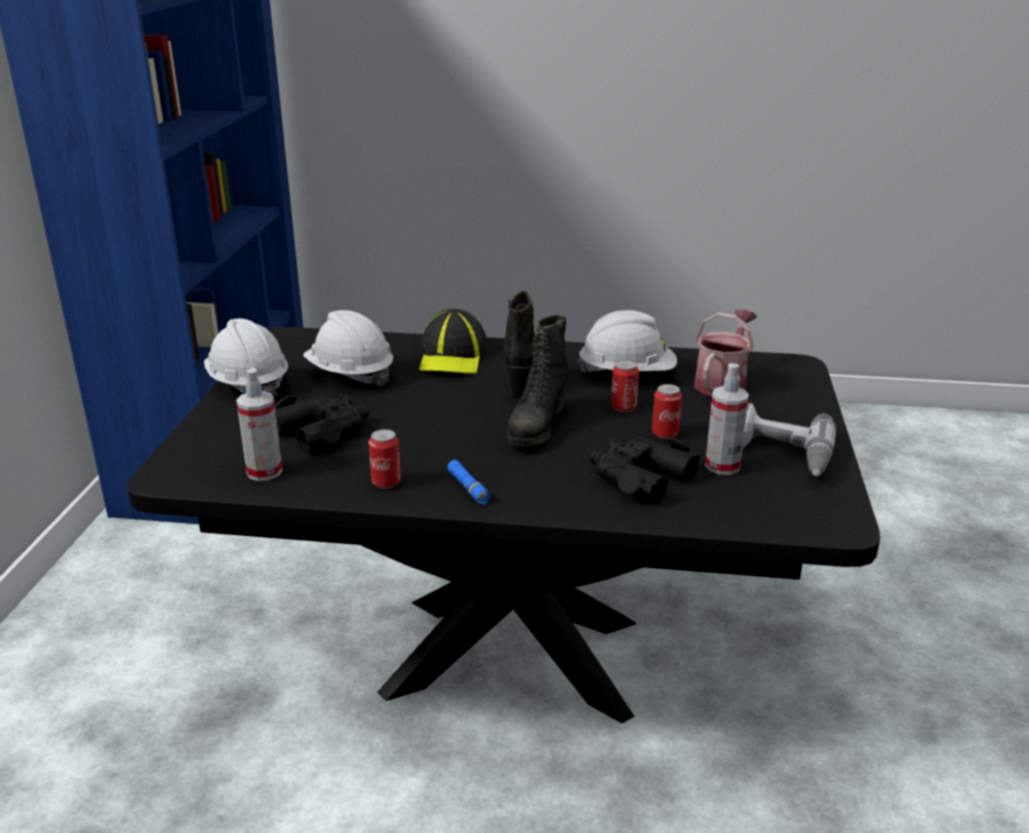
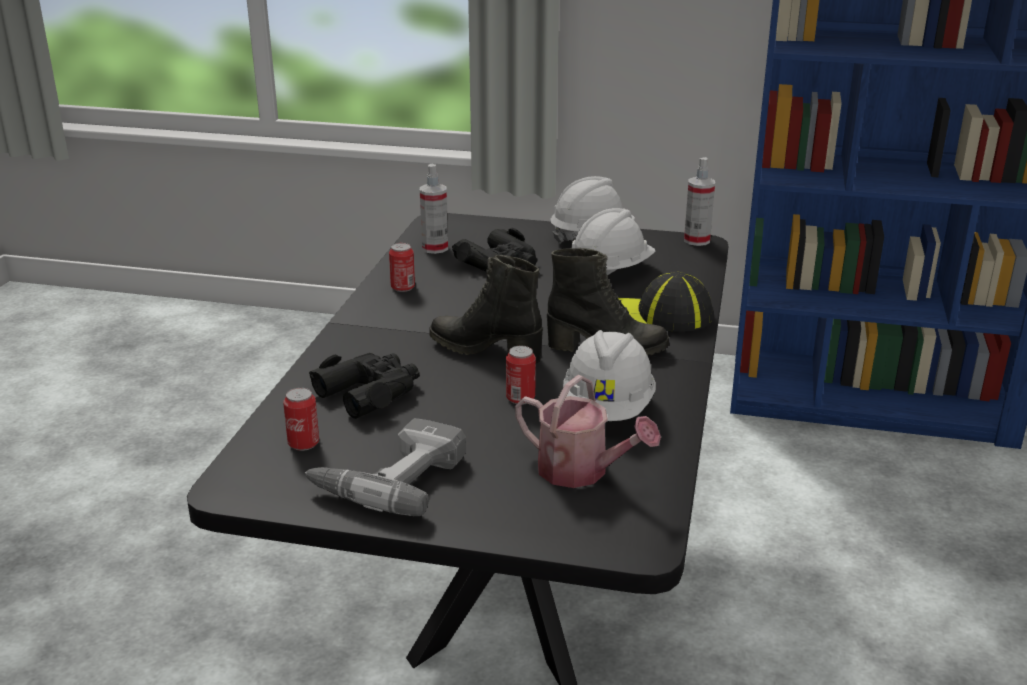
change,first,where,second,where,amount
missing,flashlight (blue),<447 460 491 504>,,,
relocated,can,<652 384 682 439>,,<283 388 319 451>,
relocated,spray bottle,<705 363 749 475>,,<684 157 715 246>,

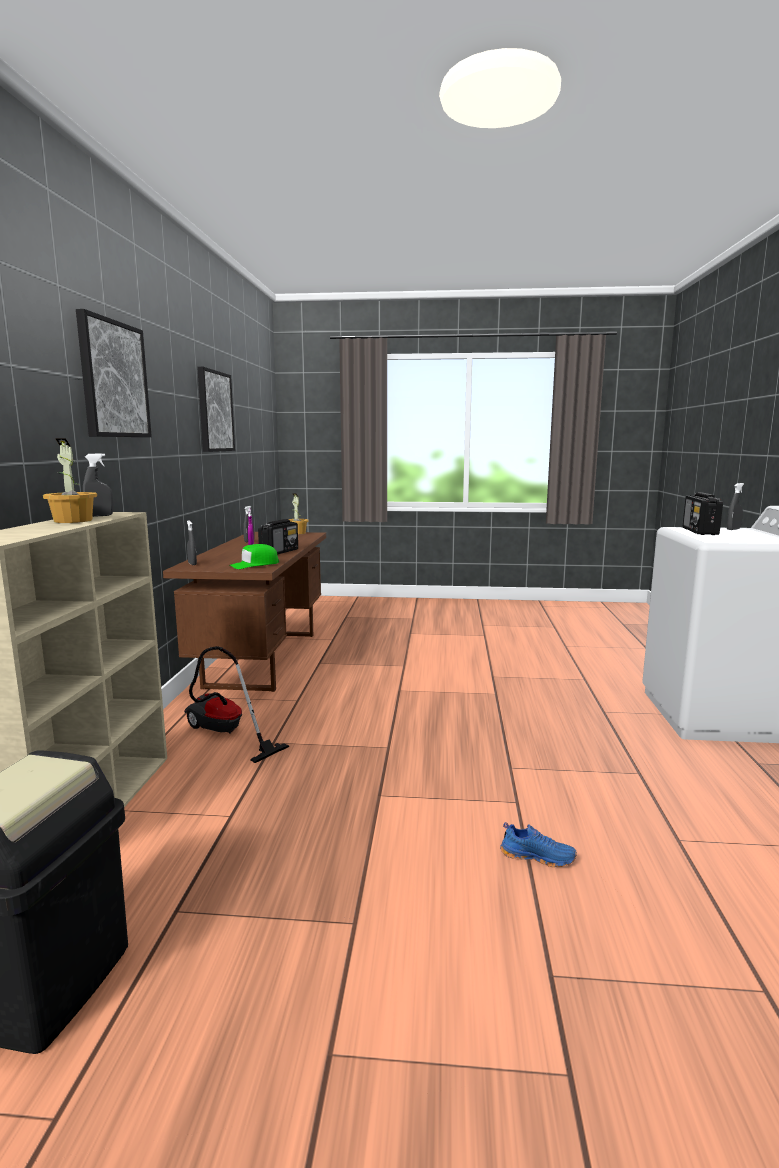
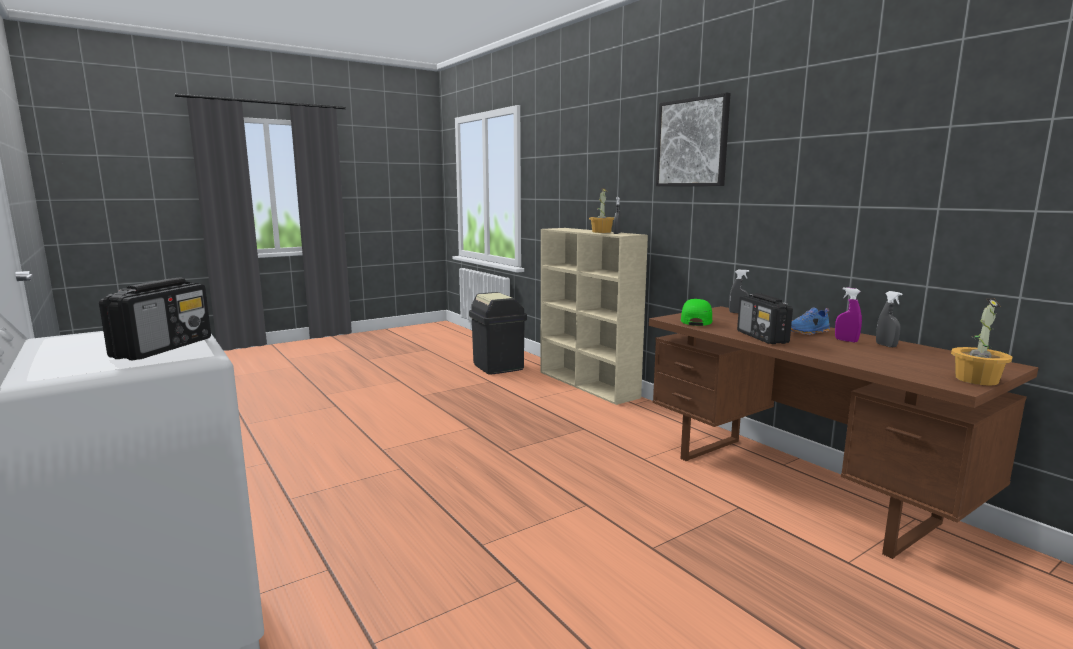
change,first,where,second,where,amount
missing,vacuum cleaner,<184 646 290 763>,,,
missing,picture,<197 367 235 452>,,,
relocated,shoe (blue),<500 822 577 867>,,<791 308 830 335>,
spun,radio,<683 492 723 535>,,<99 277 211 360>,45 degrees clockwise
missing,spray bottle (grey),<727 483 744 530>,,,

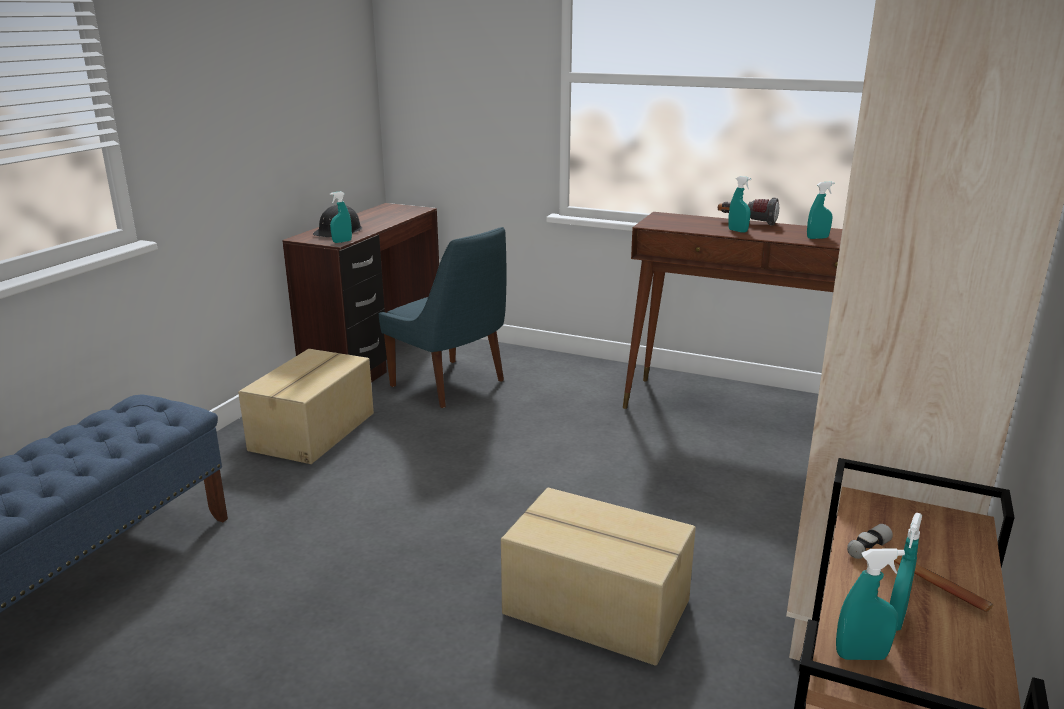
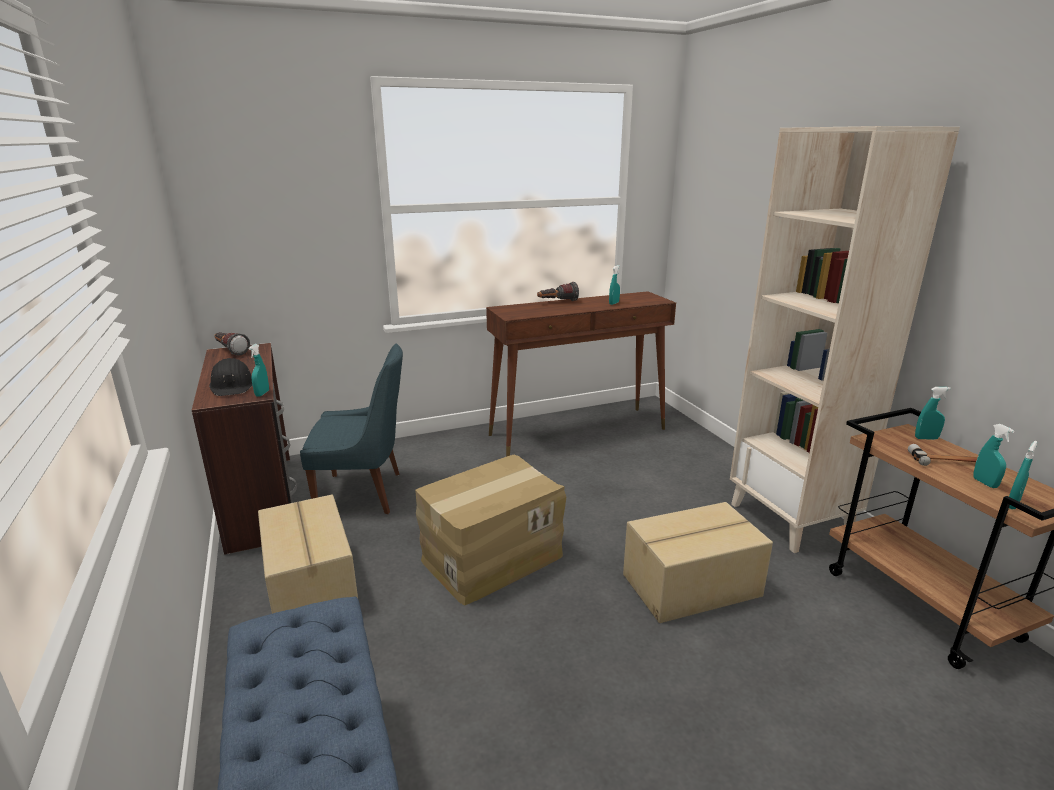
change,first,where,second,where,amount
relocated,spray bottle (turquoise),<728 176 751 233>,,<915 387 951 440>,
appeared,,,flashlight,<214 332 250 355>,
appeared,,,cardboard box,<415 455 566 605>,

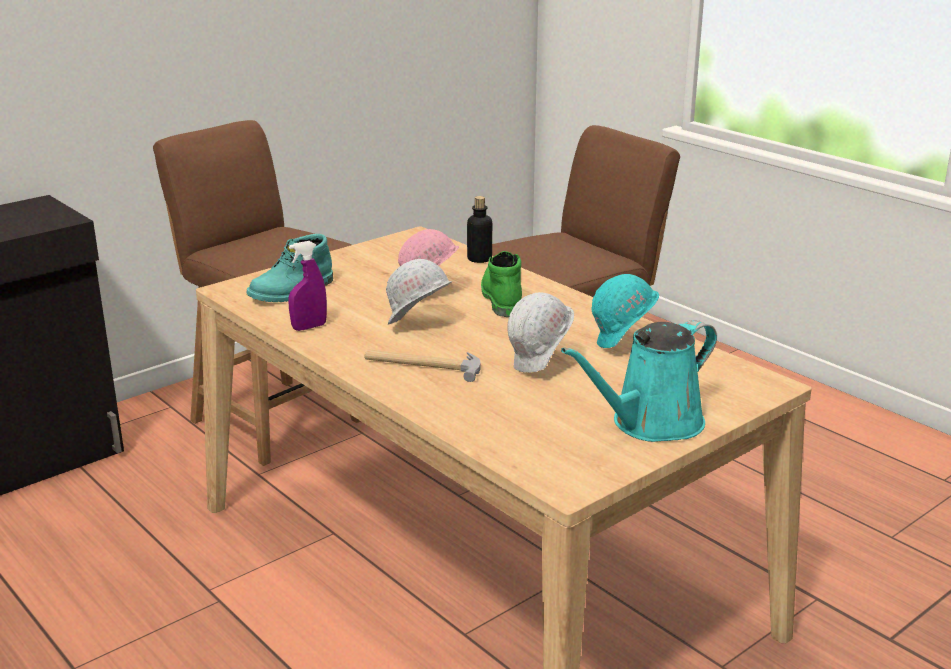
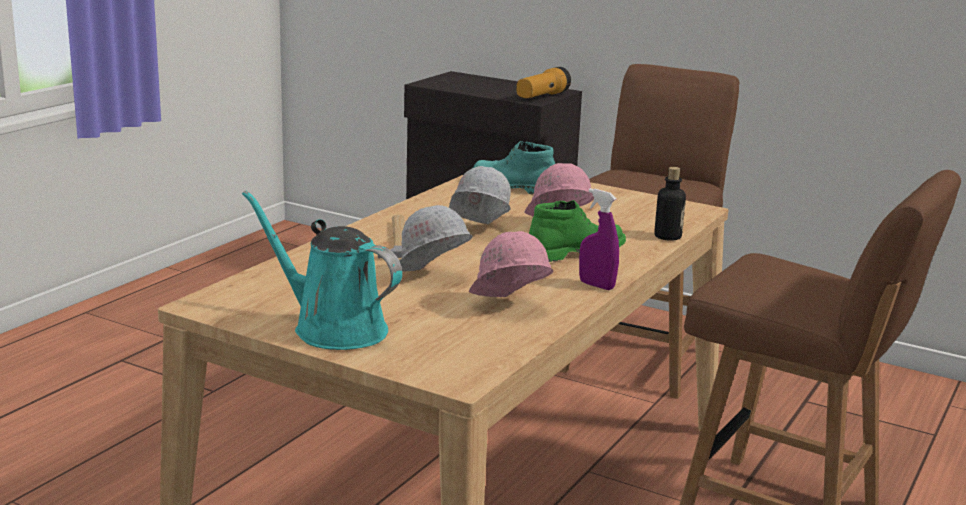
change,first,where,second,where,amount
relocated,spray bottle (purple),<288 241 327 331>,,<579 188 619 290>,
colour,hard hat (turquoise),<591 274 659 348>,hard hat (pink),<435 231 553 300>,
appeared,,,flashlight,<516 67 571 98>,

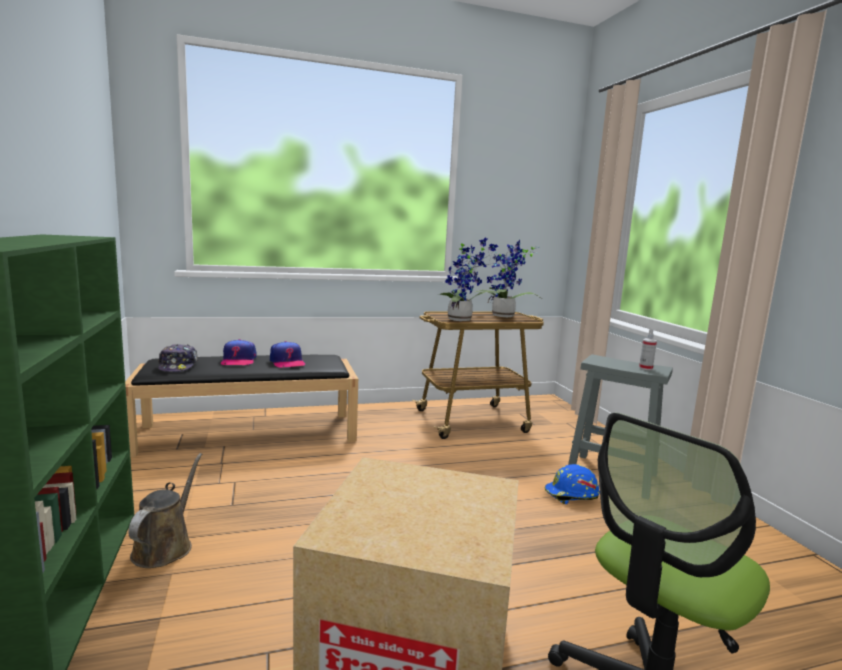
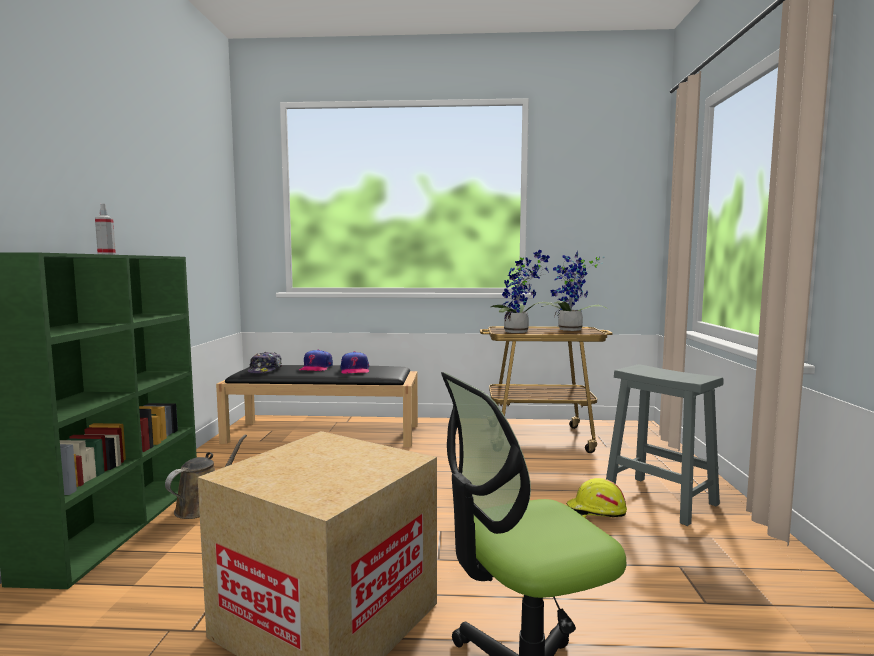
change,first,where,second,where,amount
colour,hard hat (blue),<545 464 600 504>,hard hat (yellow),<566 478 627 518>,
relocated,spray bottle,<639 329 657 370>,,<95 204 116 255>,

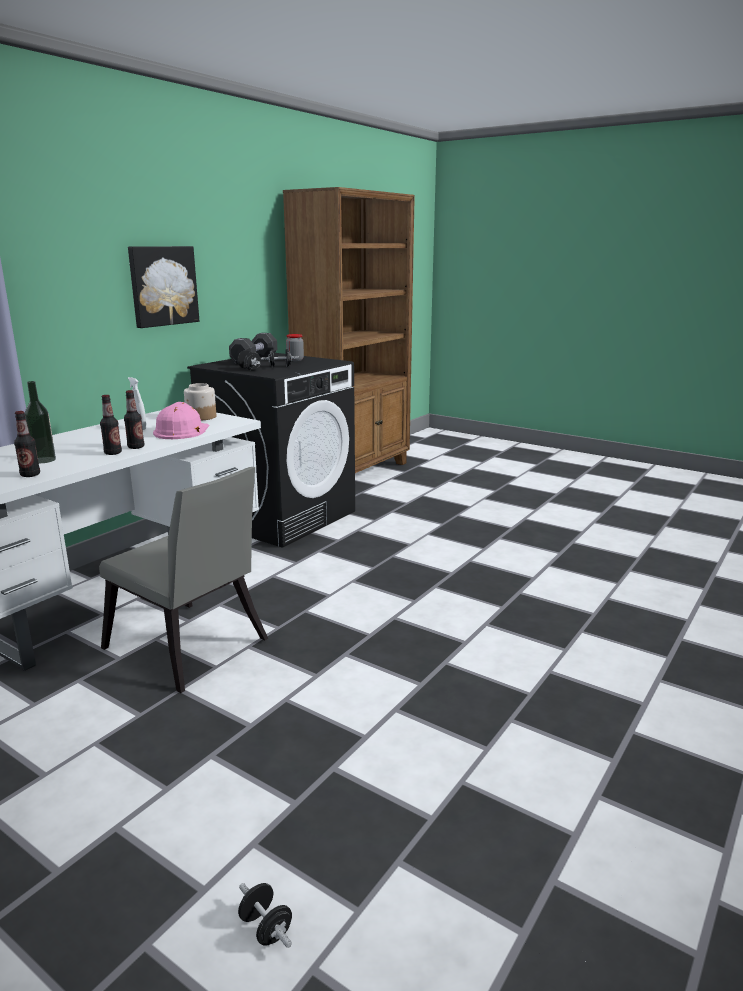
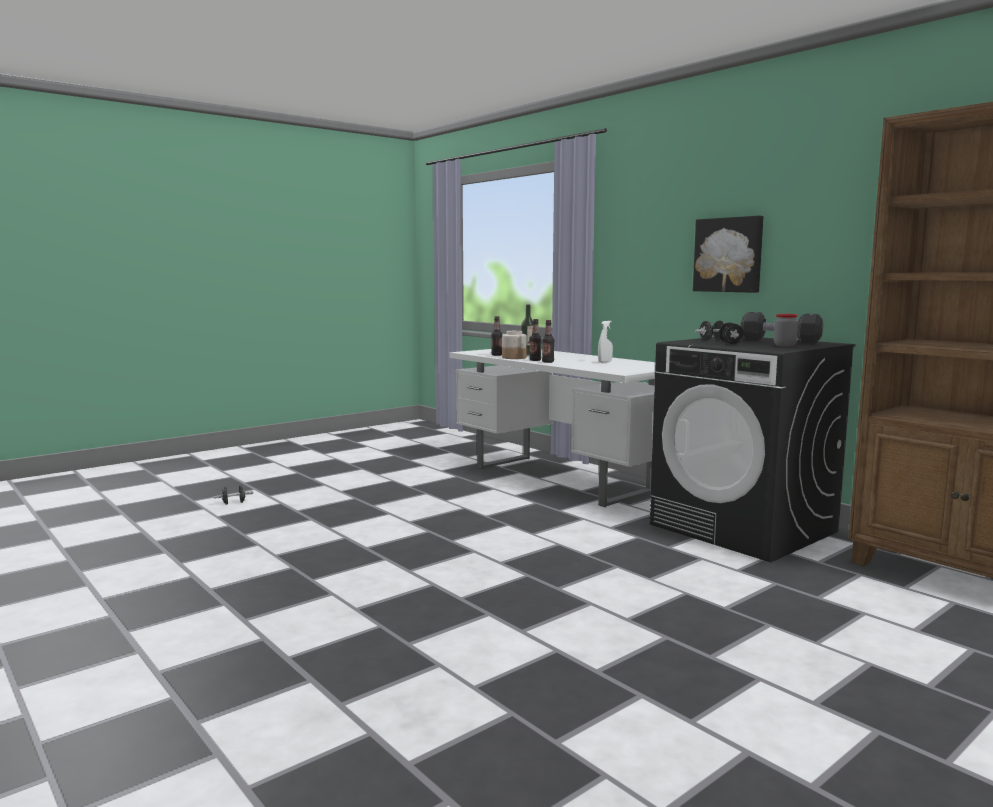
change,first,where,second,where,amount
missing,chair (grey),<99 467 268 693>,,,
missing,hard hat (pink),<153 402 210 439>,,,
relocated,jar,<184 383 216 421>,,<502 331 527 359>,

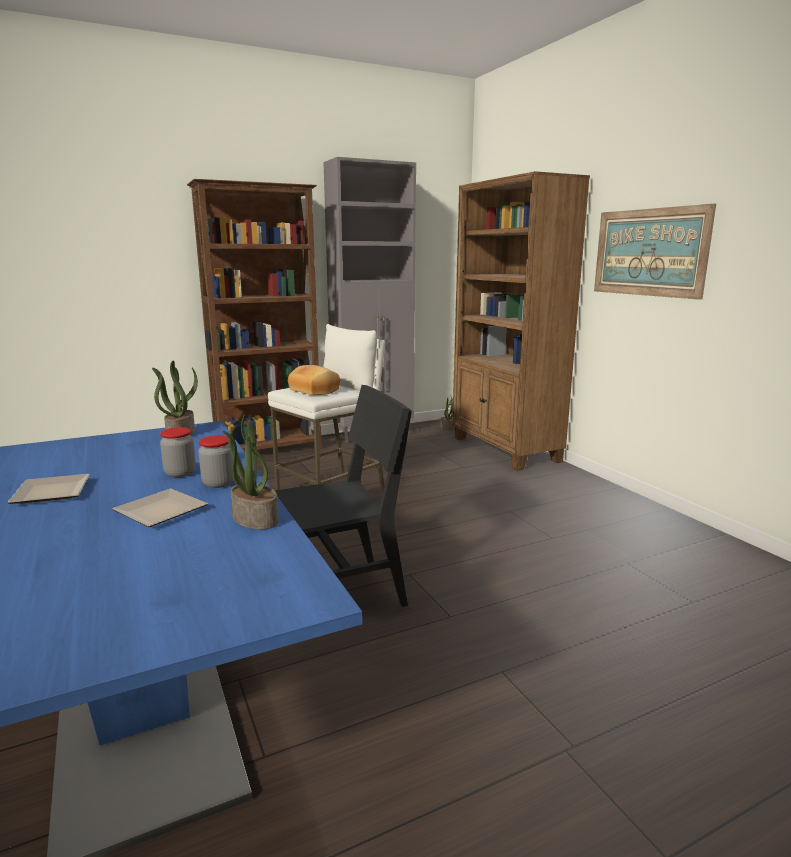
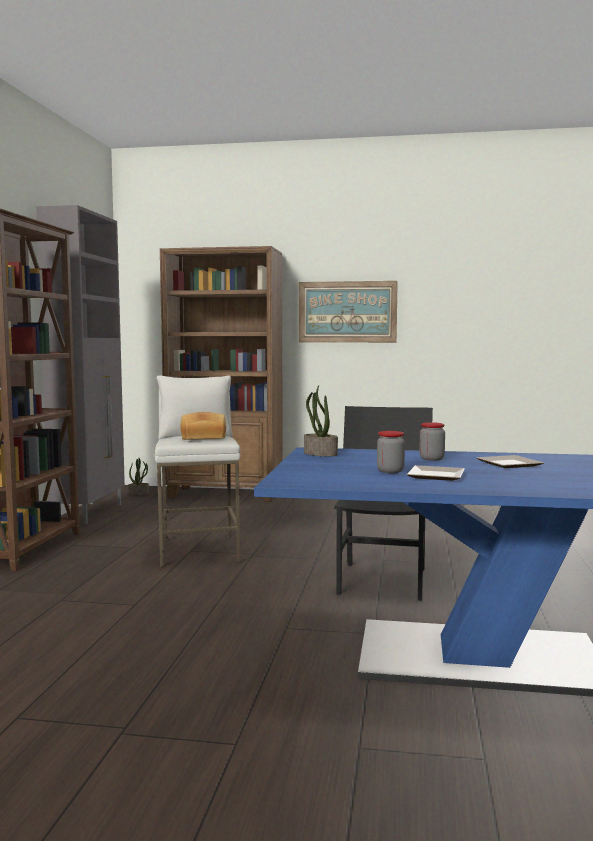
change,first,where,second,where,amount
relocated,jar,<198 435 234 488>,,<377 431 405 473>,
missing,potted plant,<222 415 279 530>,,,

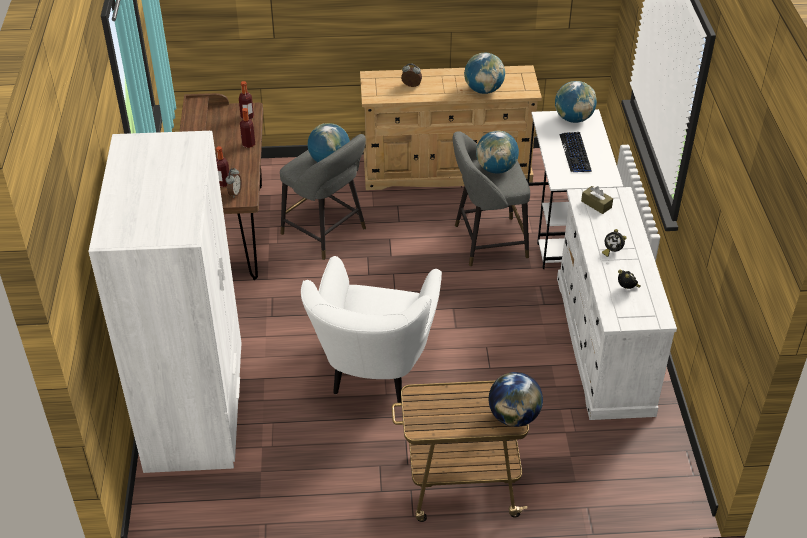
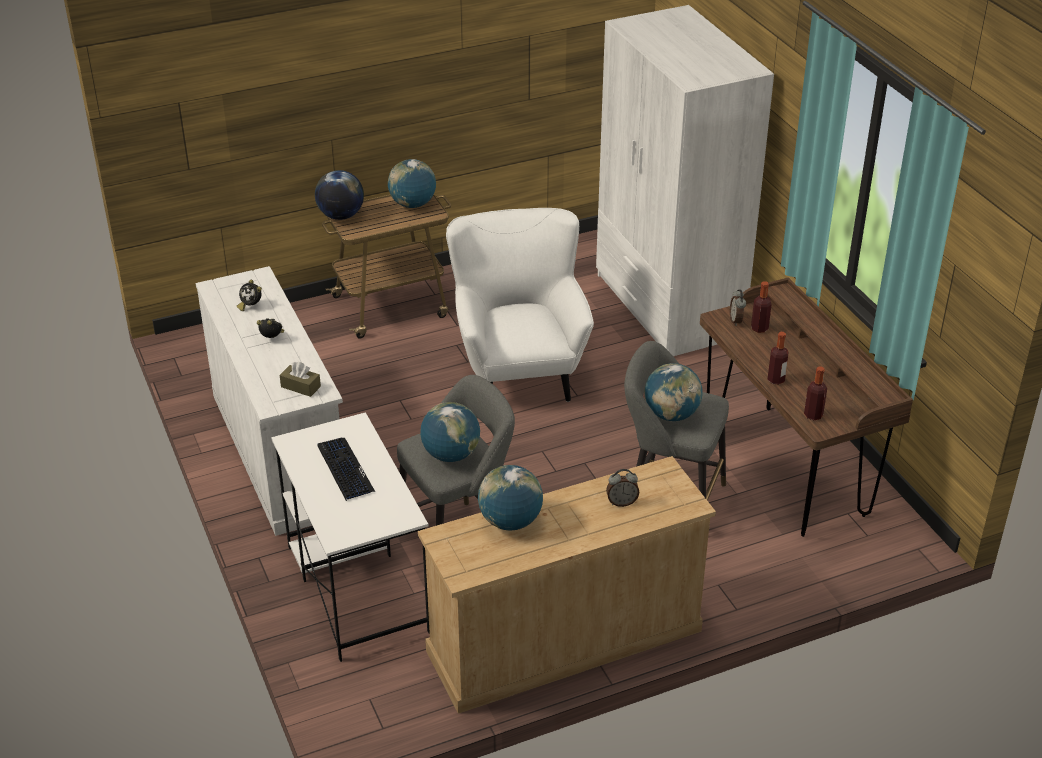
change,first,where,second,where,amount
relocated,globe,<555 81 597 123>,,<388 159 436 208>,

